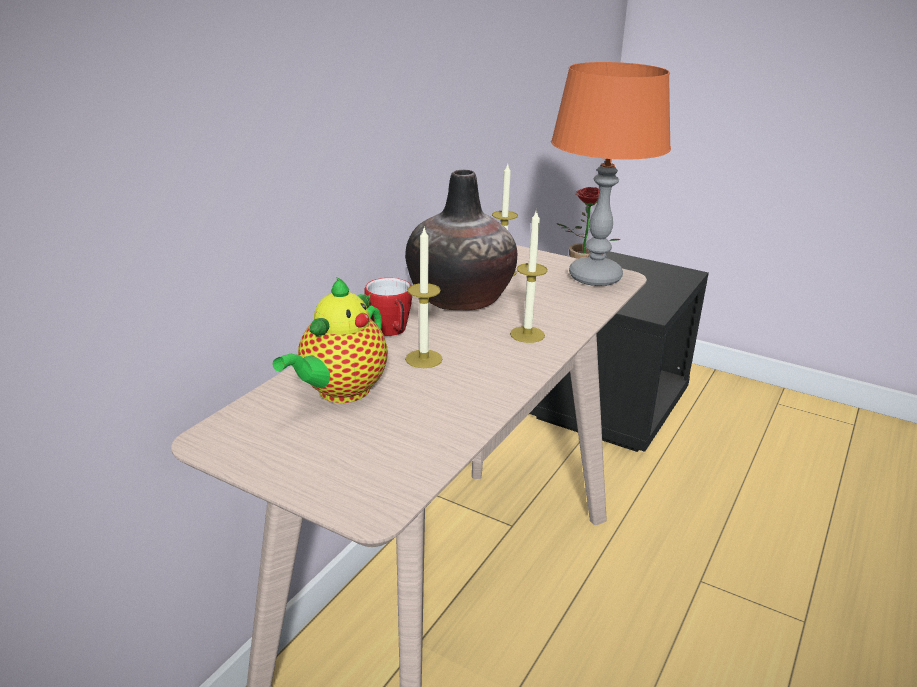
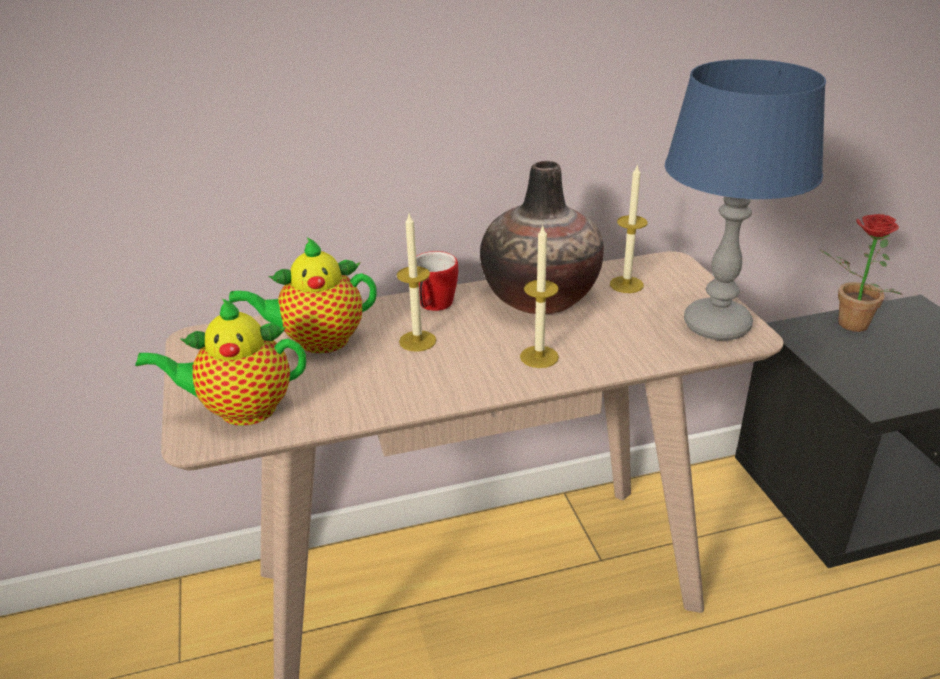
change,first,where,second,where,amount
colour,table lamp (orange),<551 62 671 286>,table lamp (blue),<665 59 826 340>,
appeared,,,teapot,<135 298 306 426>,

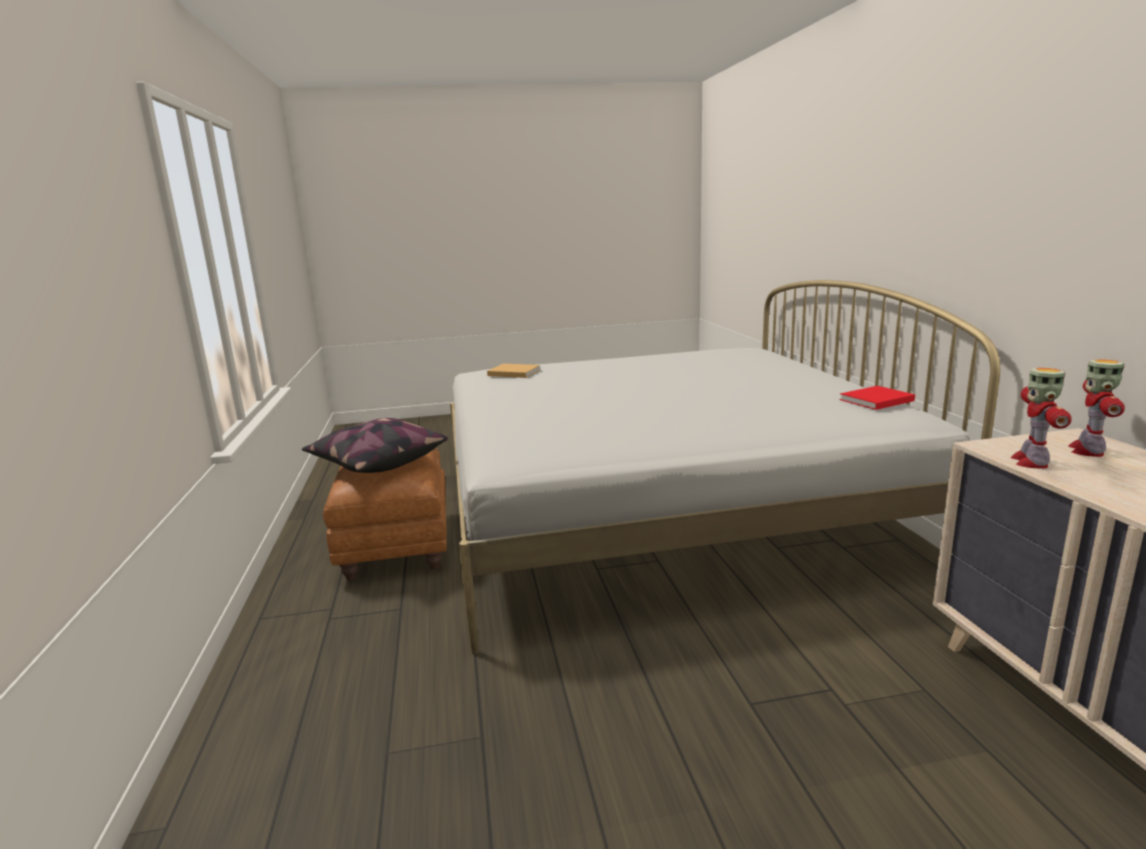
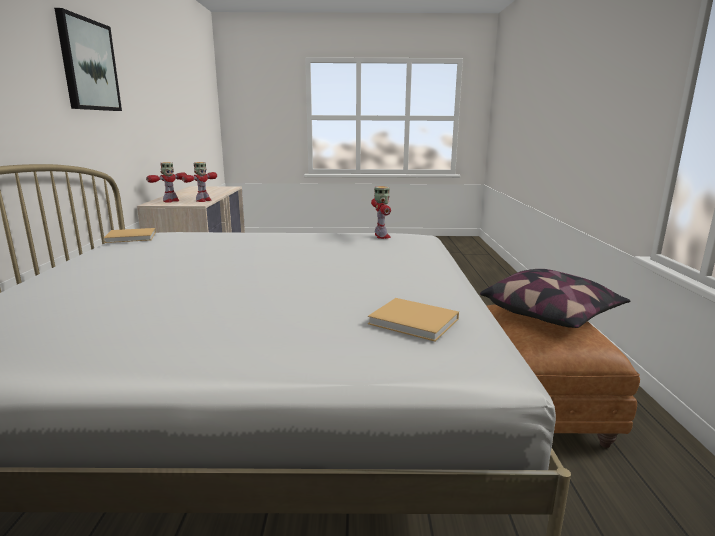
change,first,where,second,where,amount
colour,book (red),<839 386 915 410>,book (beige),<104 228 156 243>,
appeared,,,picture,<54 8 122 111>,
appeared,,,toy robot,<371 186 391 239>,

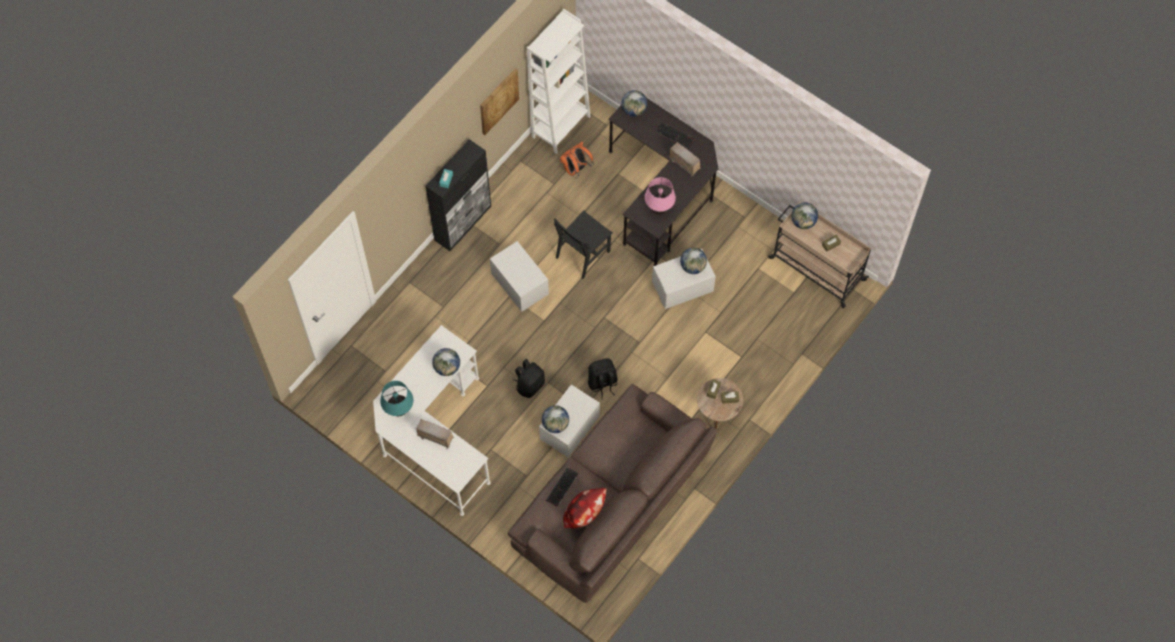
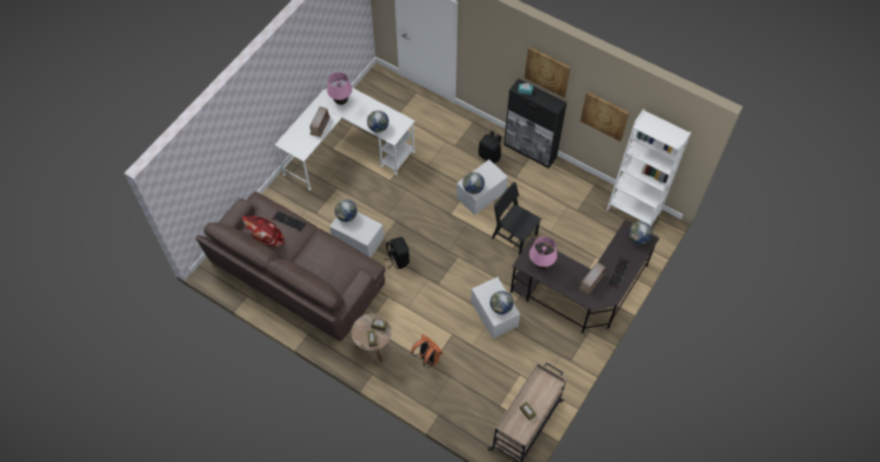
change,first,where,second,where,amount
colour,table lamp (turquoise),<380 381 413 416>,table lamp (pink),<327 72 352 105>,
relocated,backpack (black),<513 359 545 398>,,<478 131 502 163>,
relocated,backpack (orange),<559 141 594 178>,,<411 334 443 368>,
relocated,globe,<791 202 818 229>,,<463 172 485 194>,
appeared,,,picture,<524 47 571 98>,

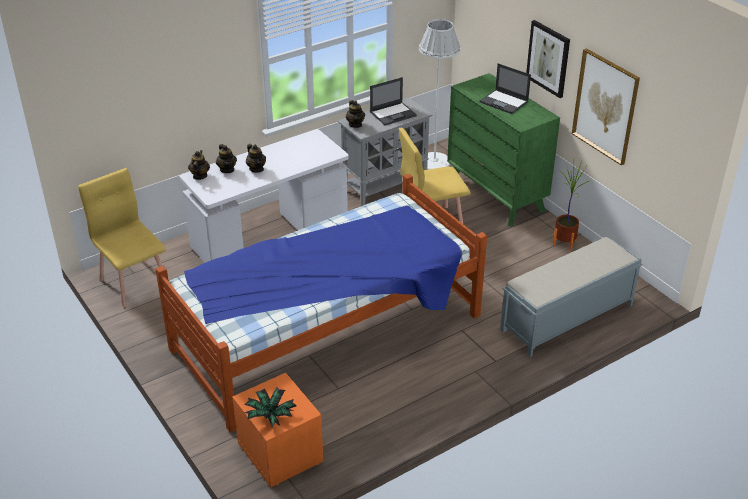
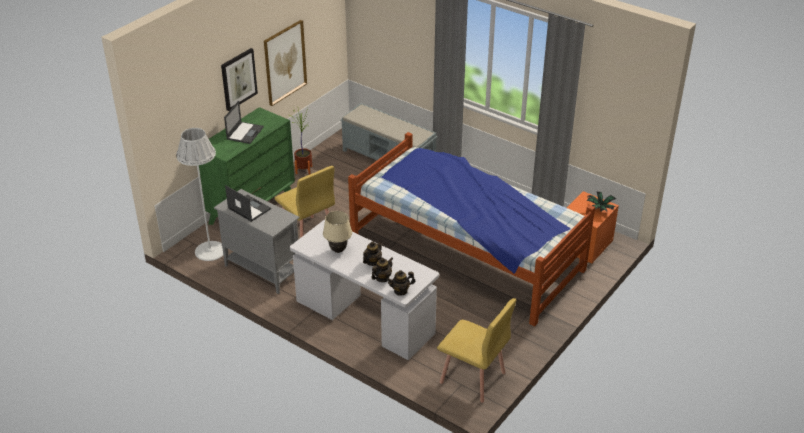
change,first,where,second,where,amount
spun,chair (yellow),<78 168 166 307>,,<437 298 516 403>,90 degrees counterclockwise
missing,teapot,<346 100 365 128>,,,
appeared,,,table lamp (beige),<323 211 352 253>,

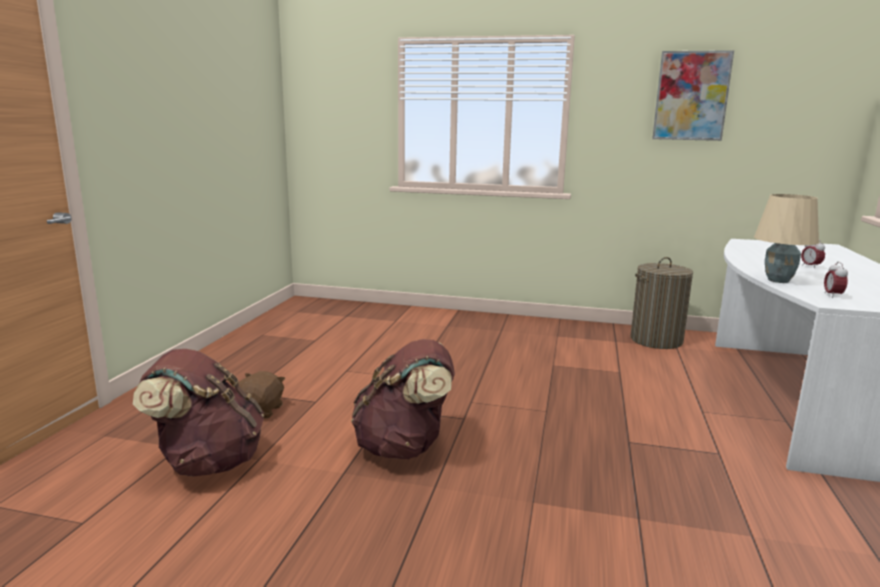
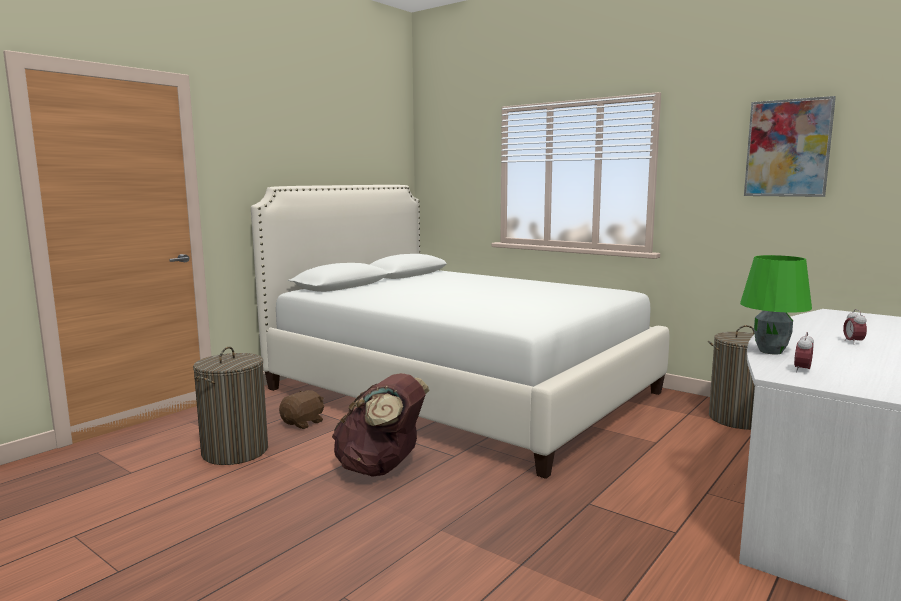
change,first,where,second,where,amount
exchanged,backpack (brown),<133 349 264 476>,laundry basket,<193 347 268 465>,
colour,table lamp (beige),<754 194 819 283>,table lamp (green),<740 255 812 354>,
appeared,,,bed (white),<251 185 669 479>,

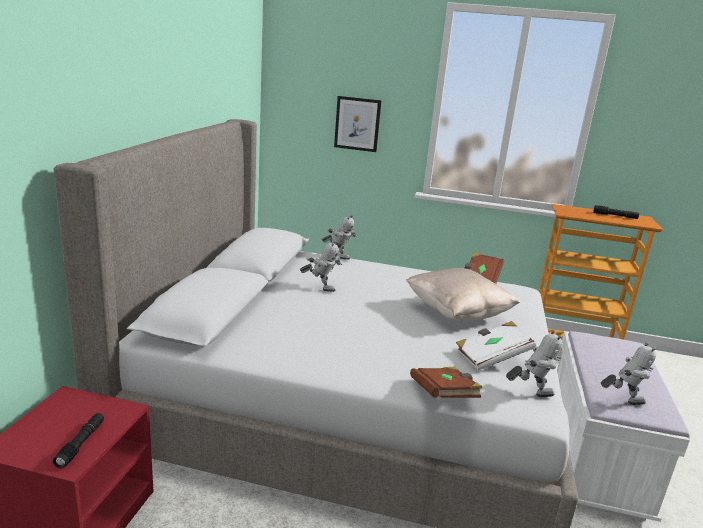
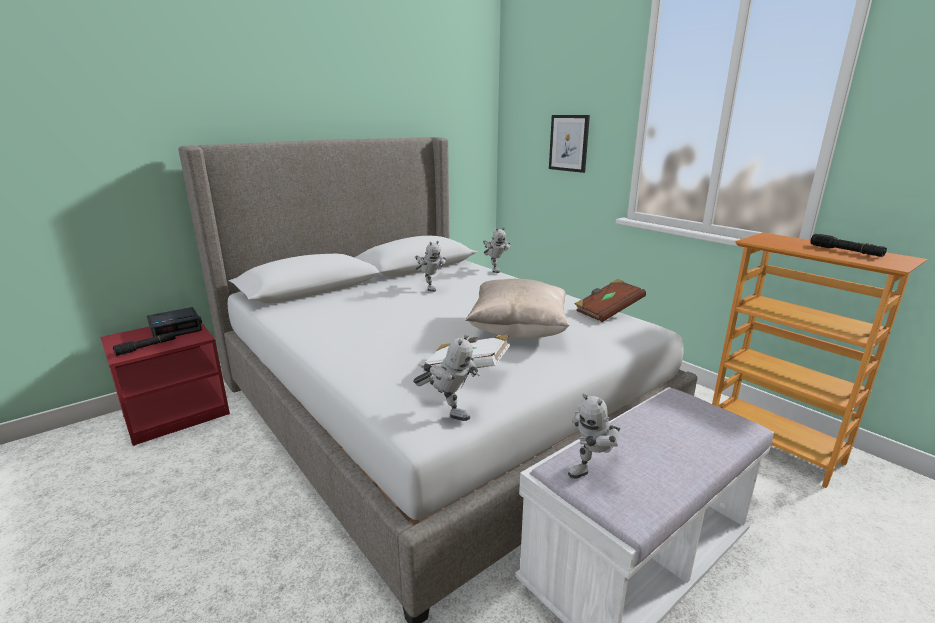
change,first,where,second,where,amount
missing,book (brown),<410 367 482 398>,,,
spun,toy robot,<601 342 656 405>,,<568 393 620 479>,105 degrees clockwise
appeared,,,alarm clock,<147 307 202 337>,

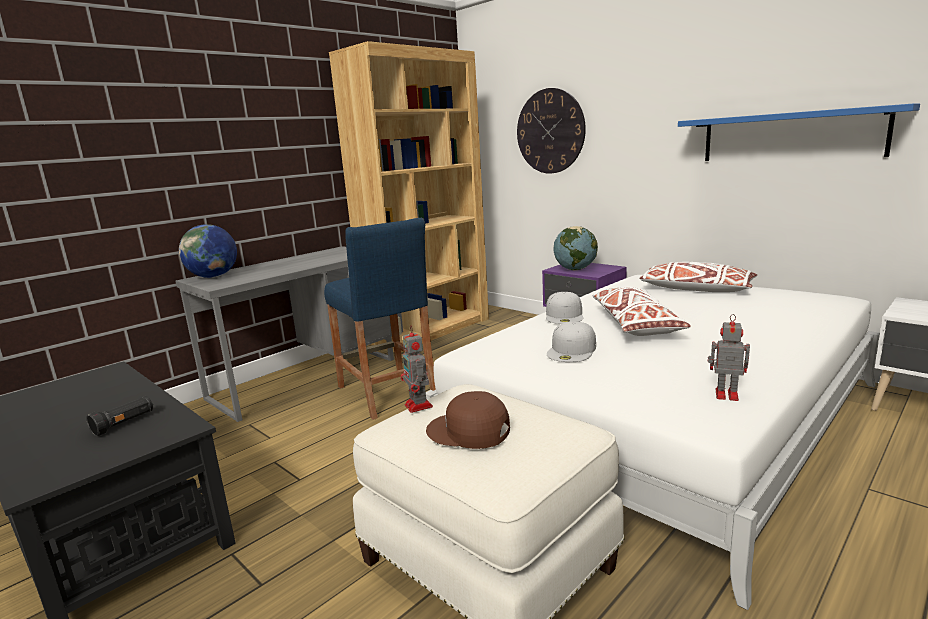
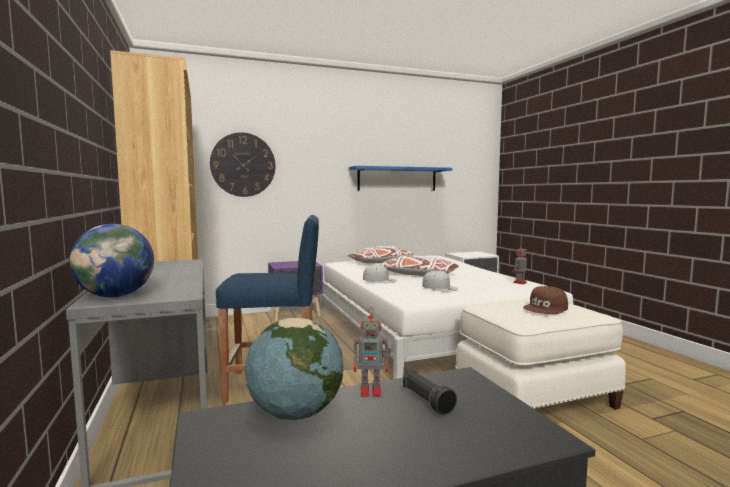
change,first,where,second,where,amount
relocated,toy robot,<400 326 433 413>,,<353 307 391 397>,
relocated,globe,<553 226 598 270>,,<245 318 344 420>,

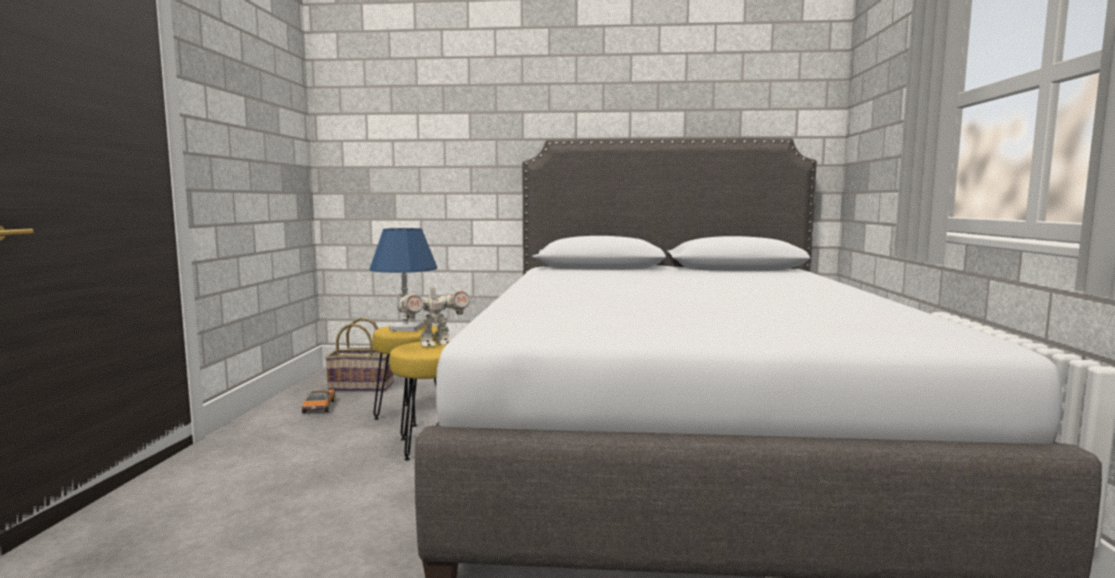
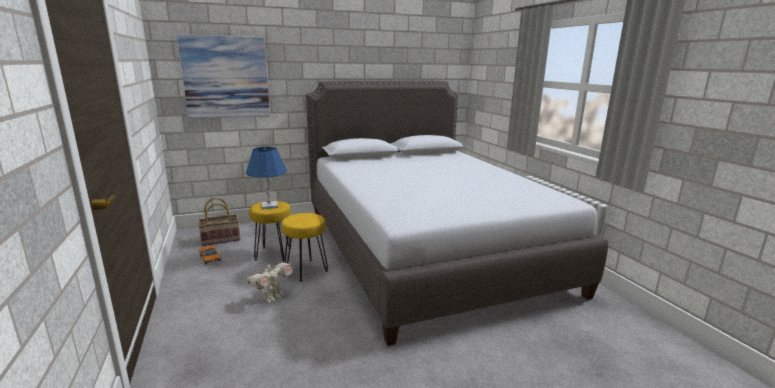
change,first,where,second,where,amount
relocated,toy robot,<397 281 470 347>,,<247 261 293 303>,
appeared,,,picture,<177 34 270 119>,

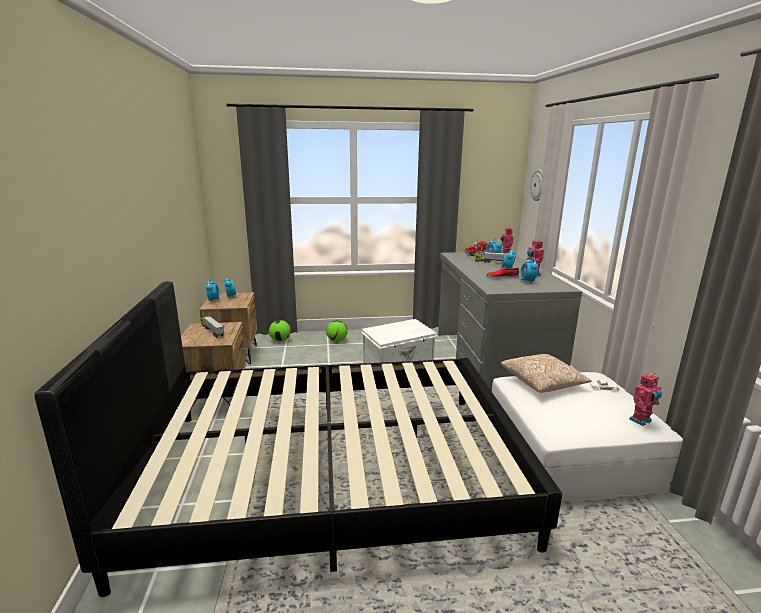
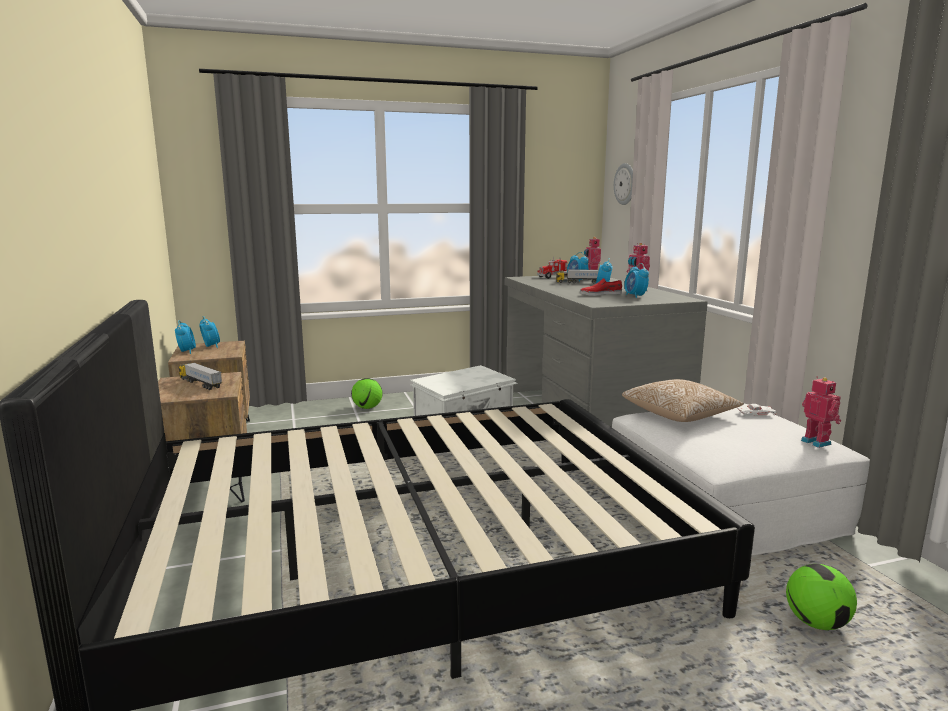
change,first,where,second,where,amount
relocated,football,<269 320 291 342>,,<786 564 857 630>,
spun,toy robot,<629 373 662 426>,,<801 377 841 448>,75 degrees counterclockwise

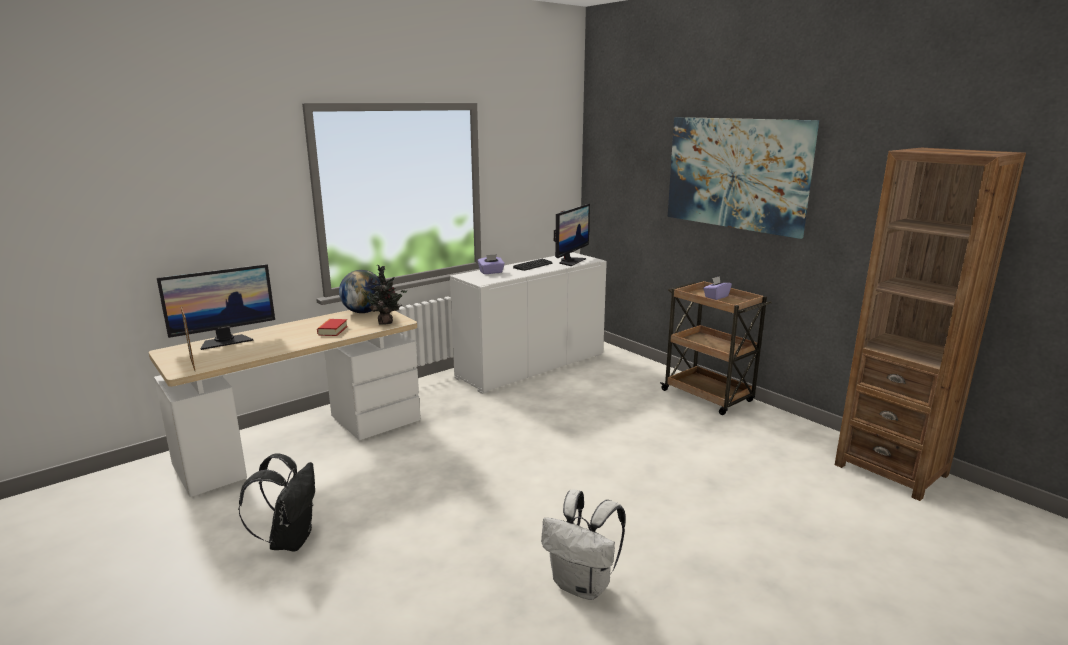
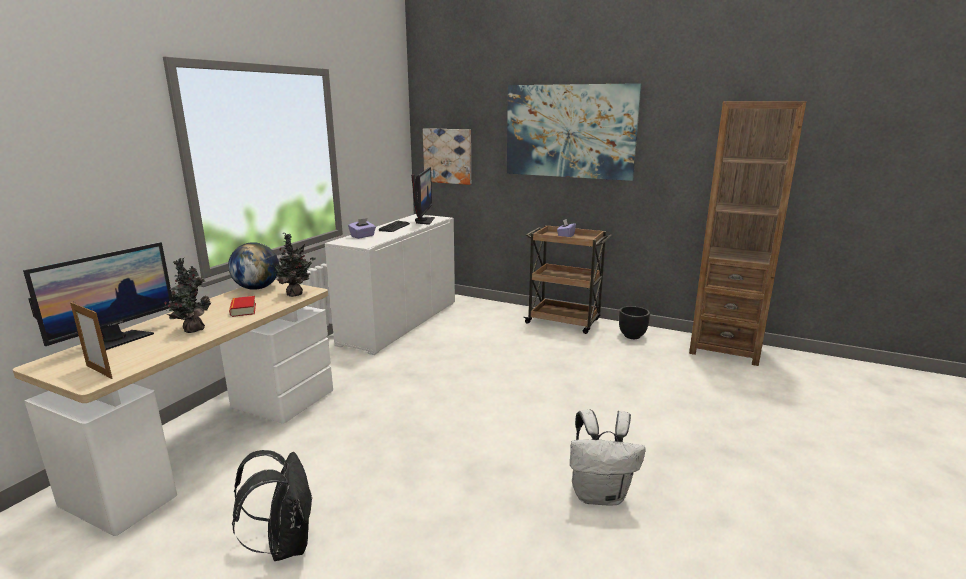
change,first,where,second,where,amount
appeared,,,potted plant,<164 258 211 333>,
appeared,,,picture,<423 128 471 185>,
appeared,,,planter (black),<619 306 650 339>,

